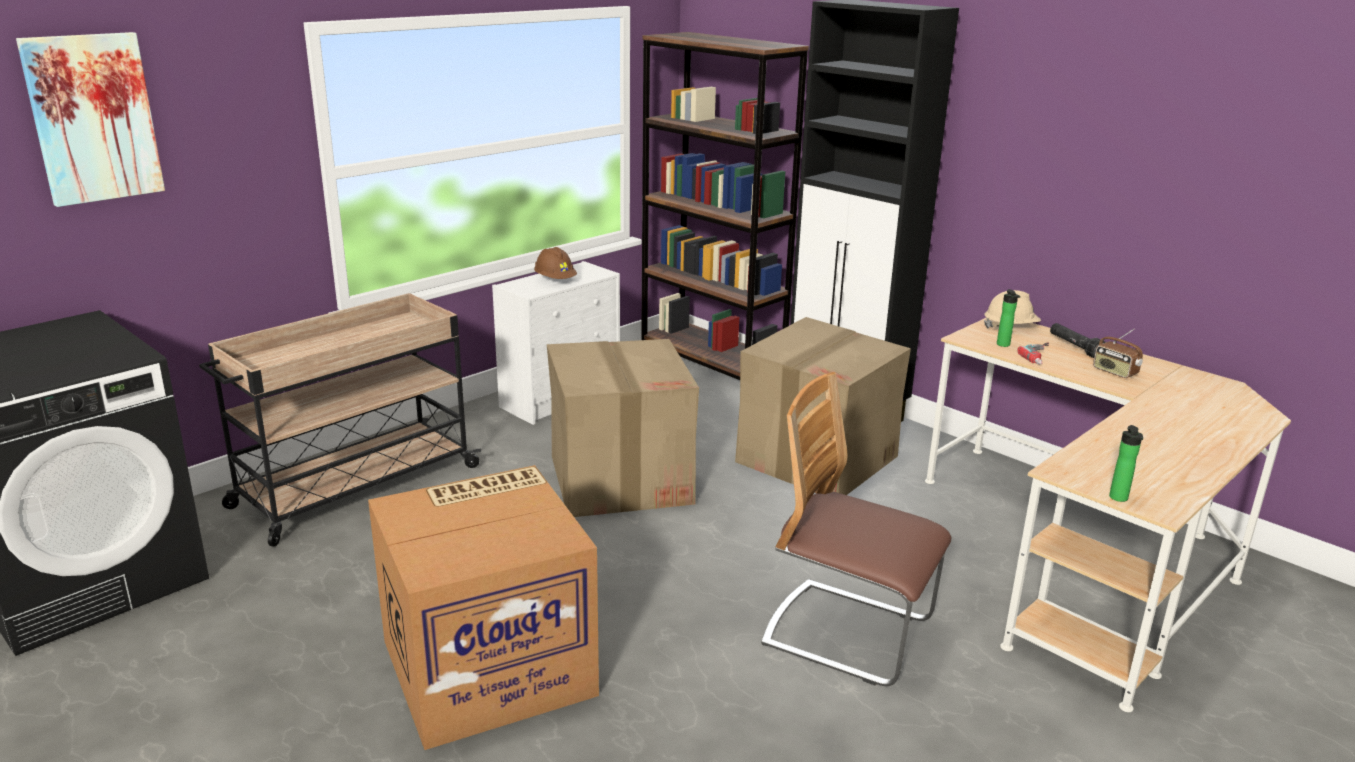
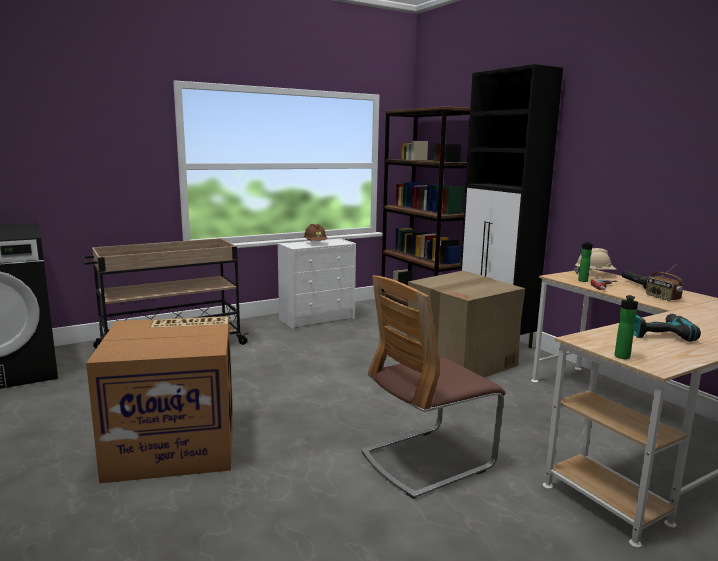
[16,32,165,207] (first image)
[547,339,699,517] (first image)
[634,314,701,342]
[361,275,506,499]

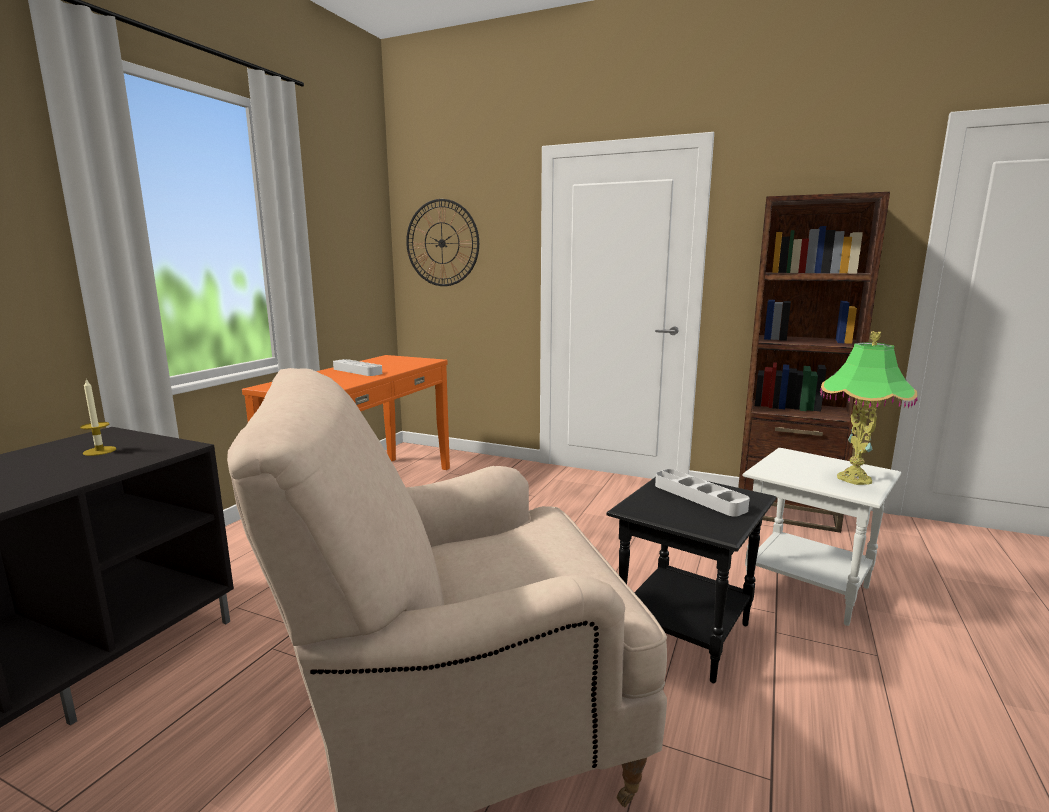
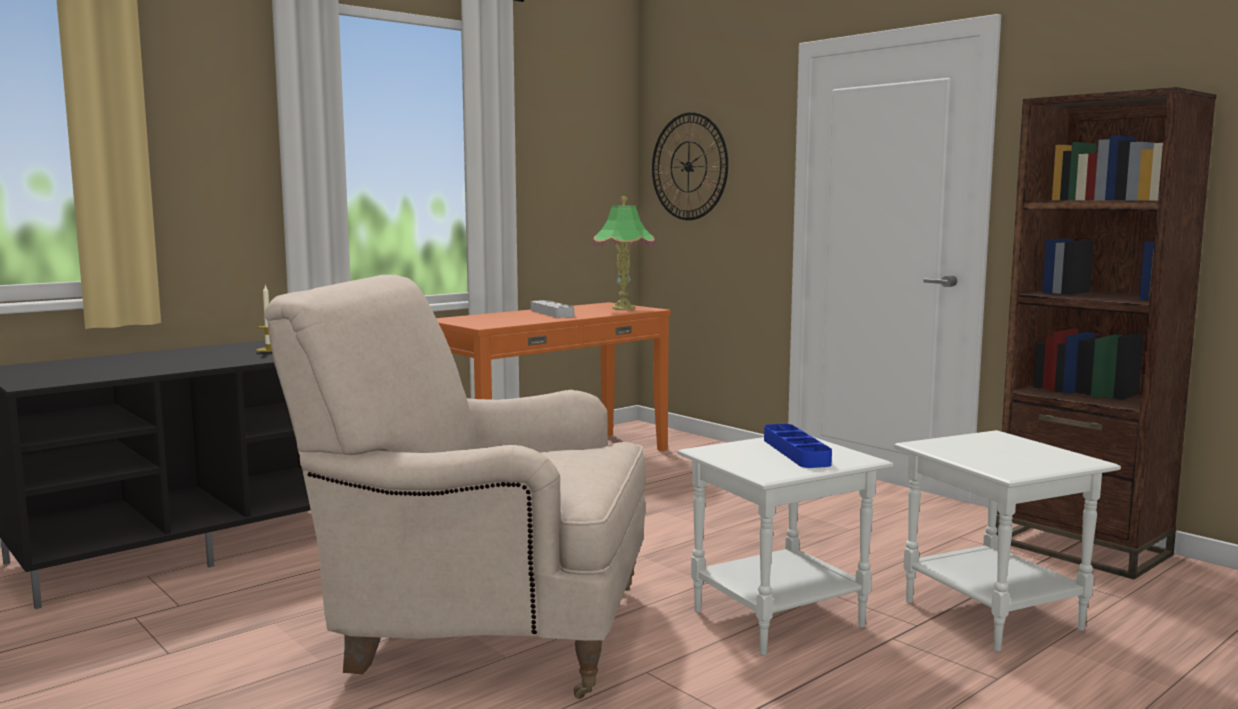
[593,196,655,310]
[677,437,893,656]
[764,424,832,468]

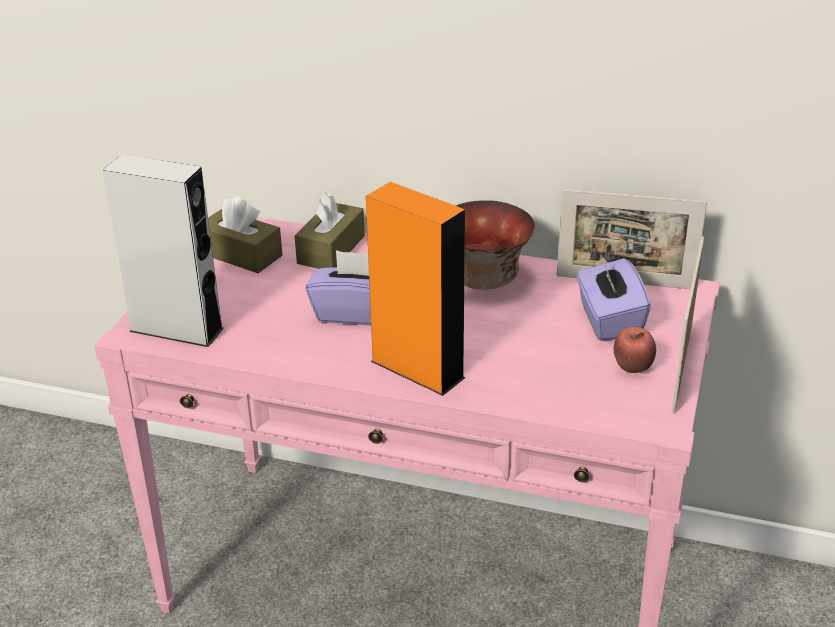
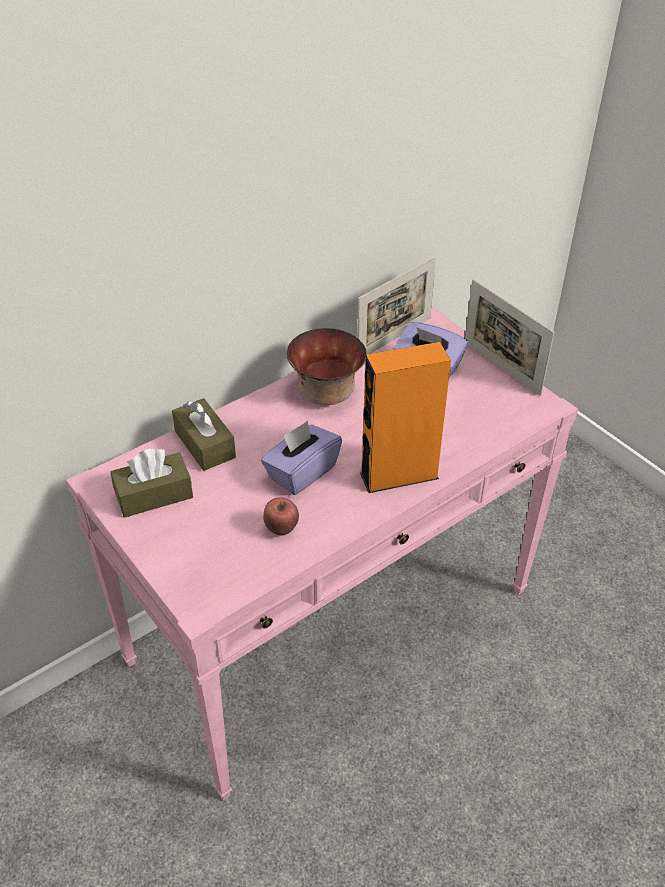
[103,154,224,347] (first image)
[263,498,299,536]

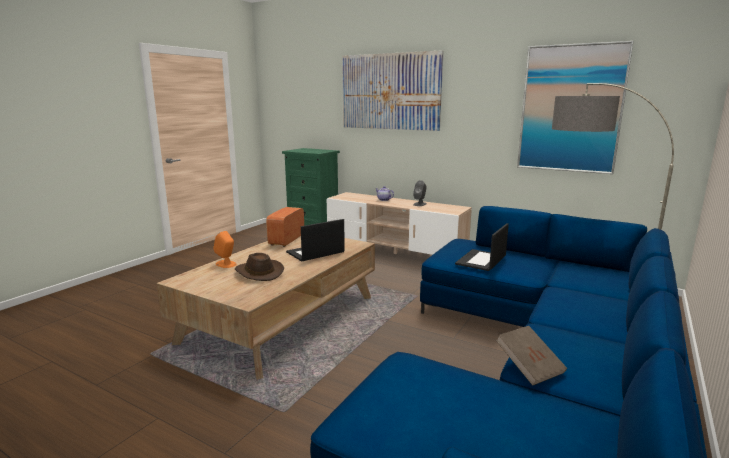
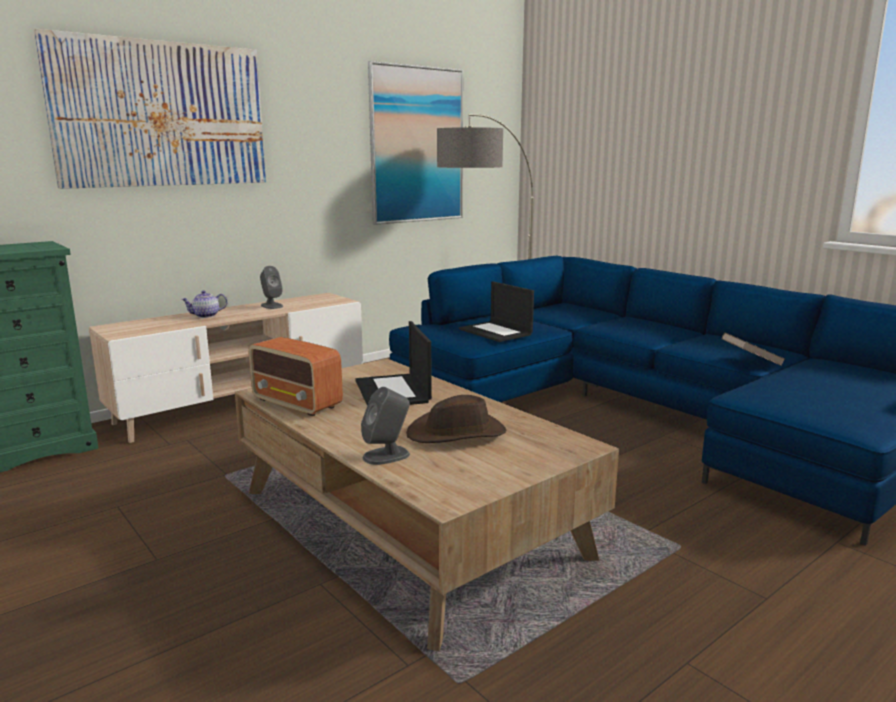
[361,387,410,465]

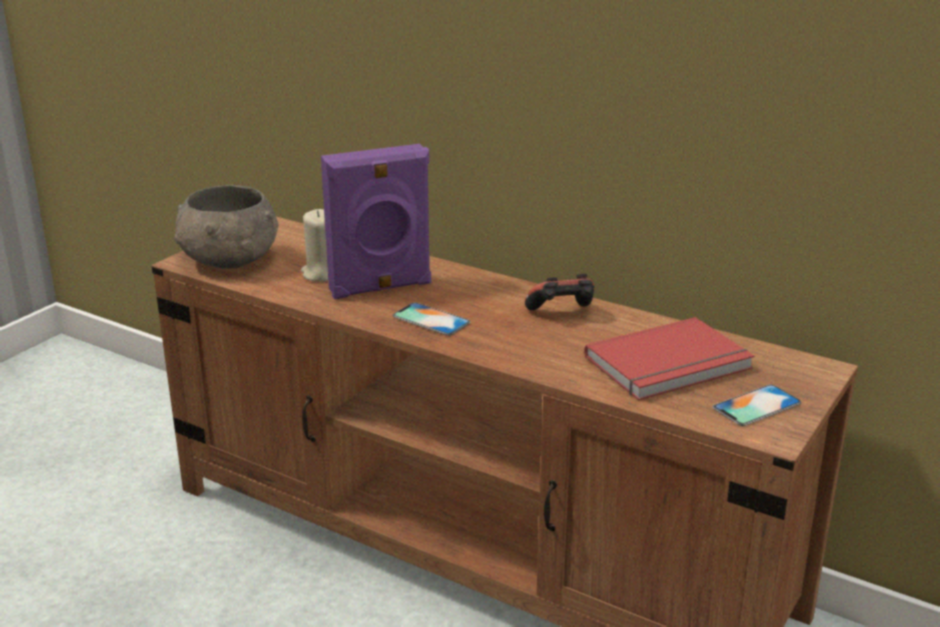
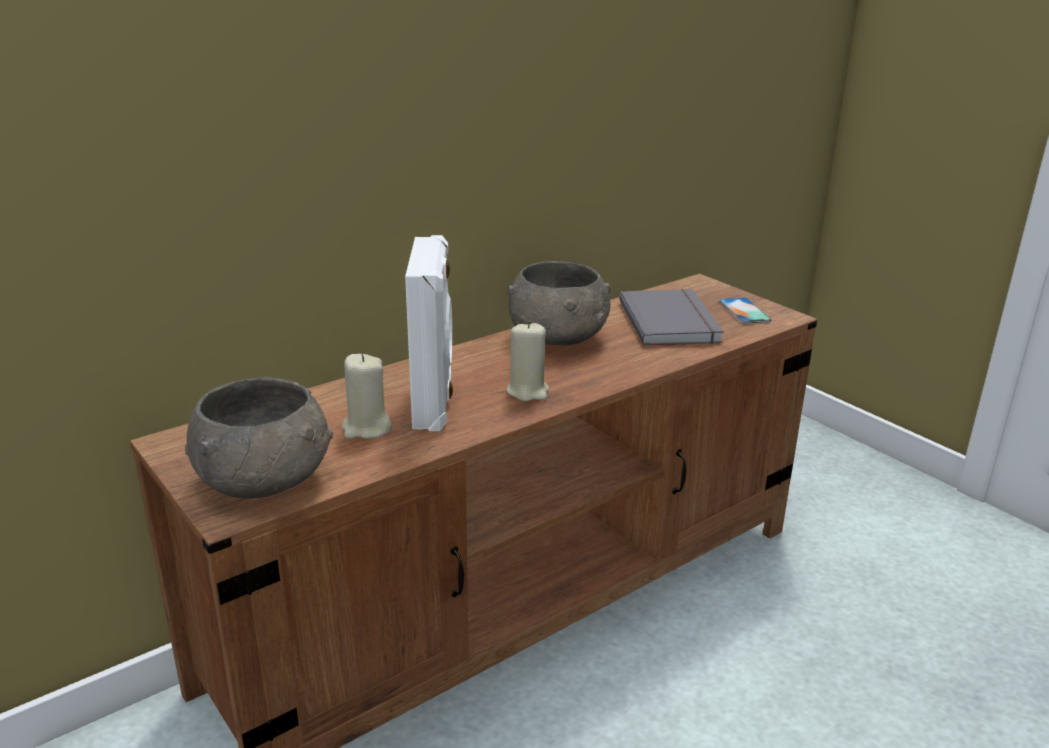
[507,321,550,401]
[507,261,611,346]
[405,235,453,431]
[619,289,724,346]

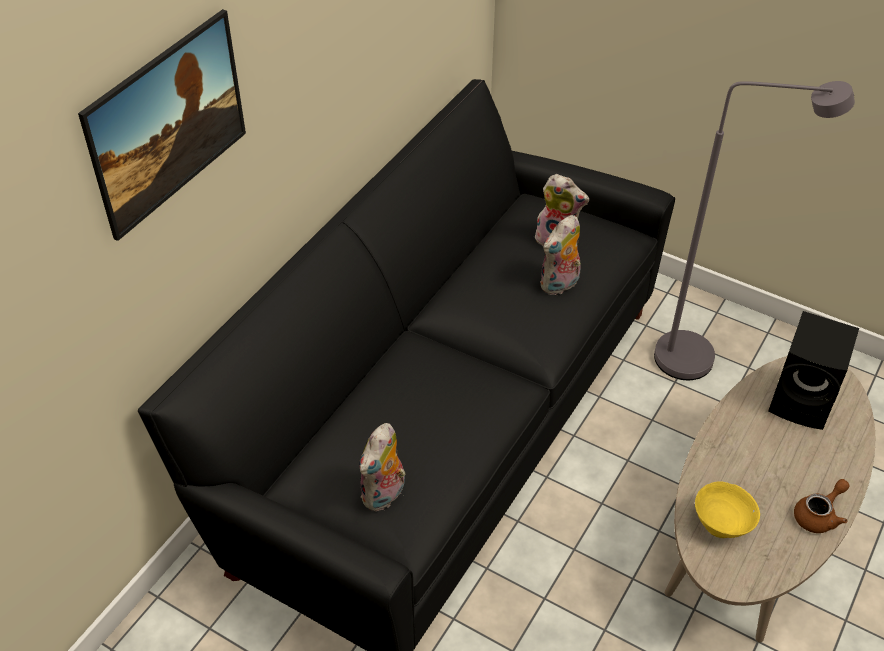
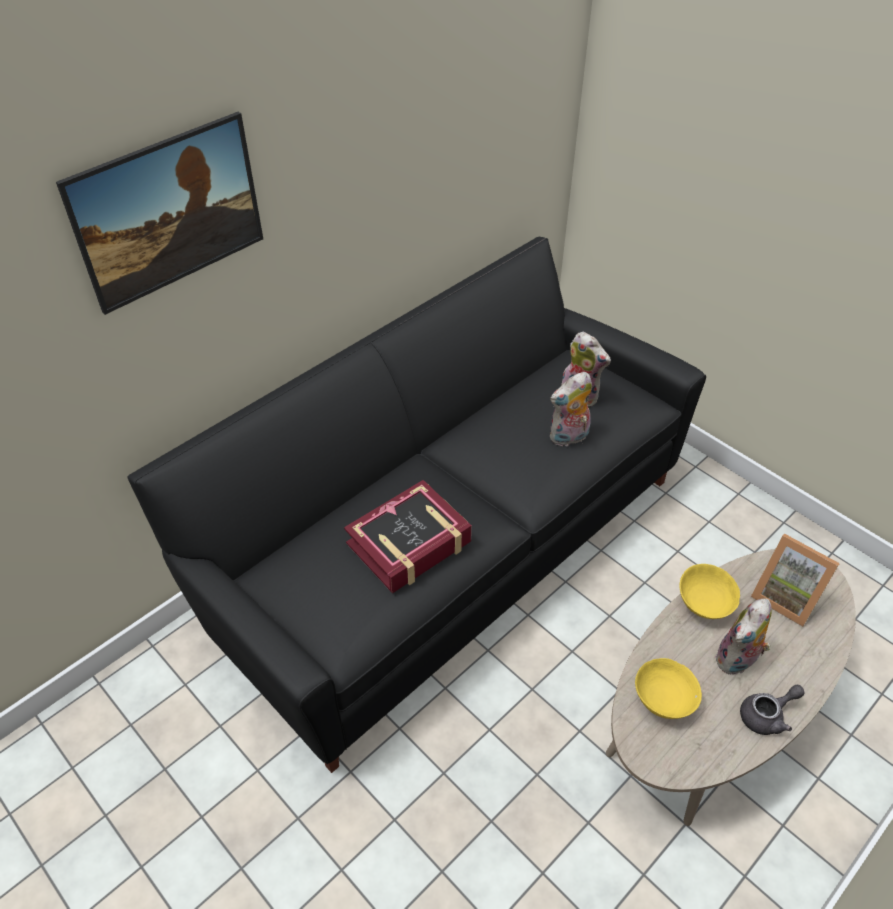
[654,81,855,380] (first image)
[344,480,472,593]
[680,564,740,619]
[715,599,772,675]
[751,534,840,627]
[740,685,804,735]

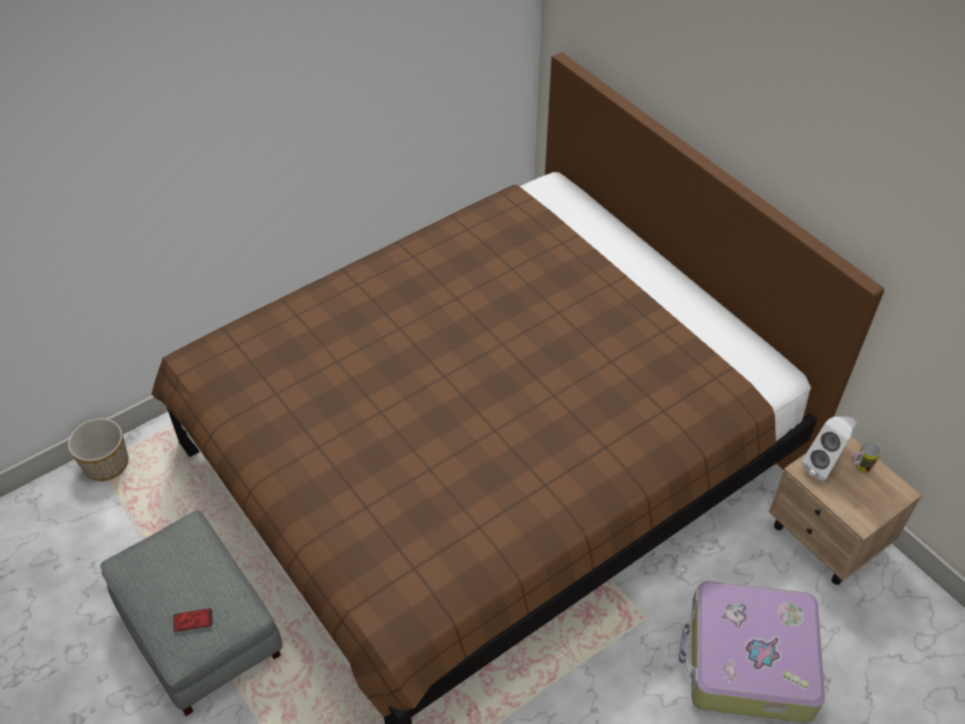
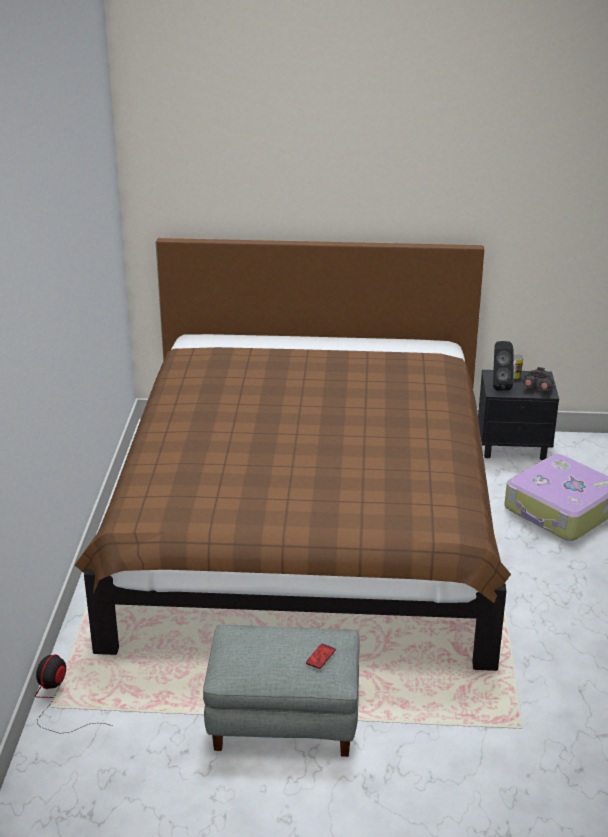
[523,367,554,391]
[35,654,112,733]
[478,370,559,460]
[493,341,514,390]

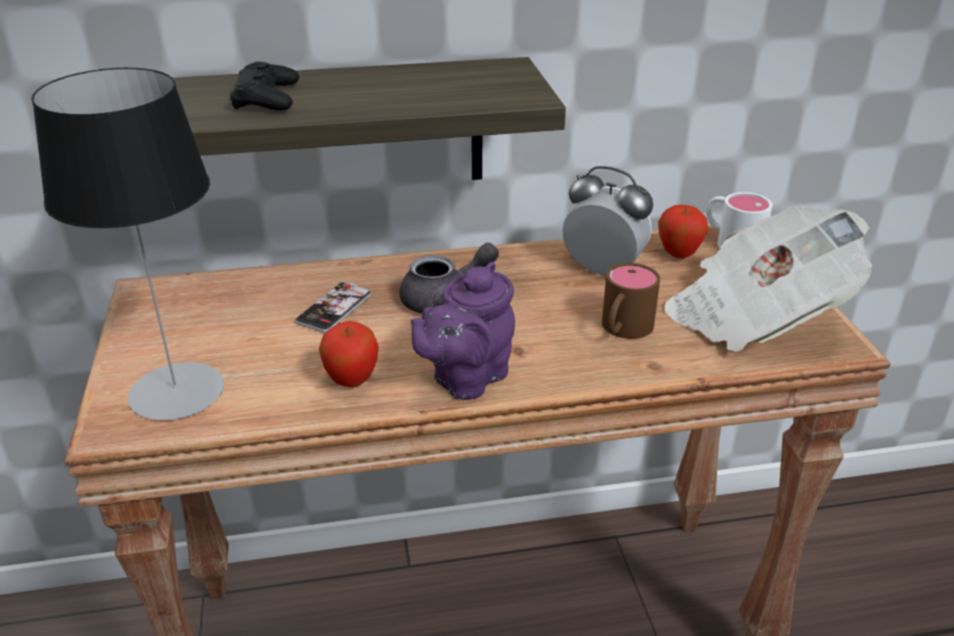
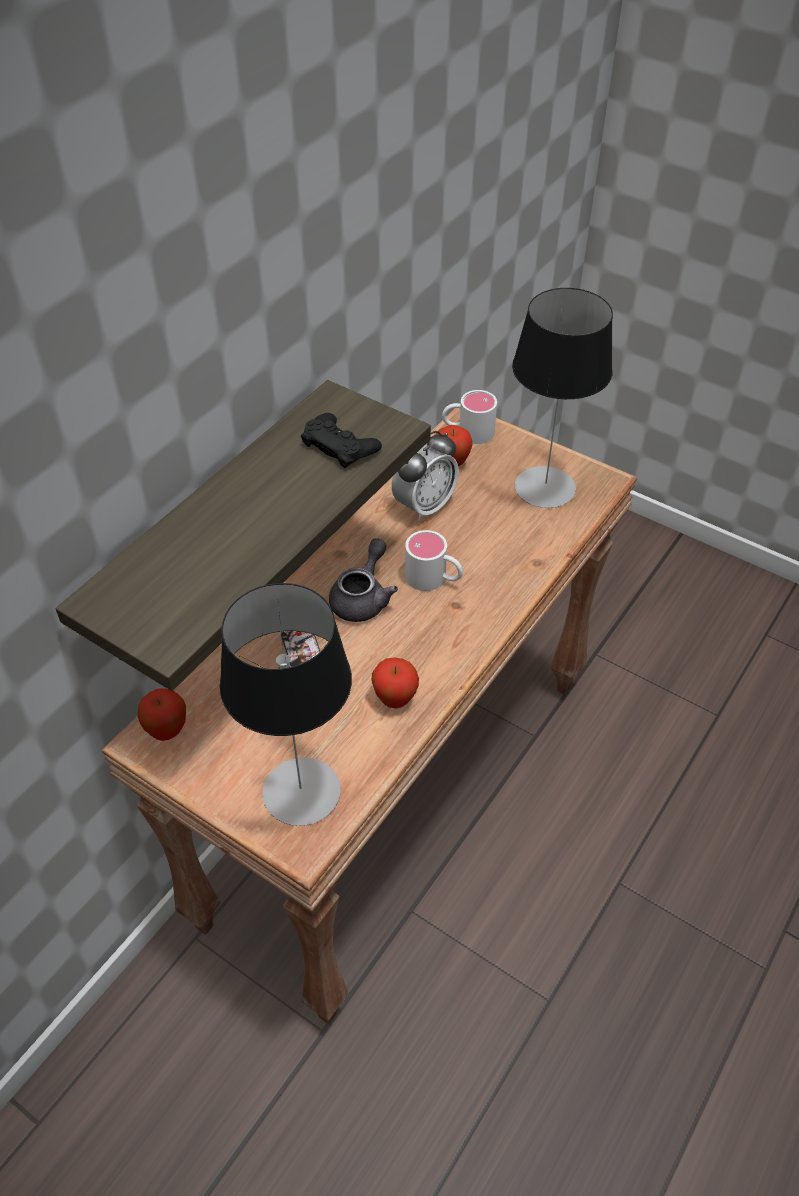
[411,262,515,400] (first image)
[602,263,660,339] (first image)
[138,688,186,741]
[405,530,463,591]
[301,413,382,468]
[512,288,613,508]
[392,431,459,522]

